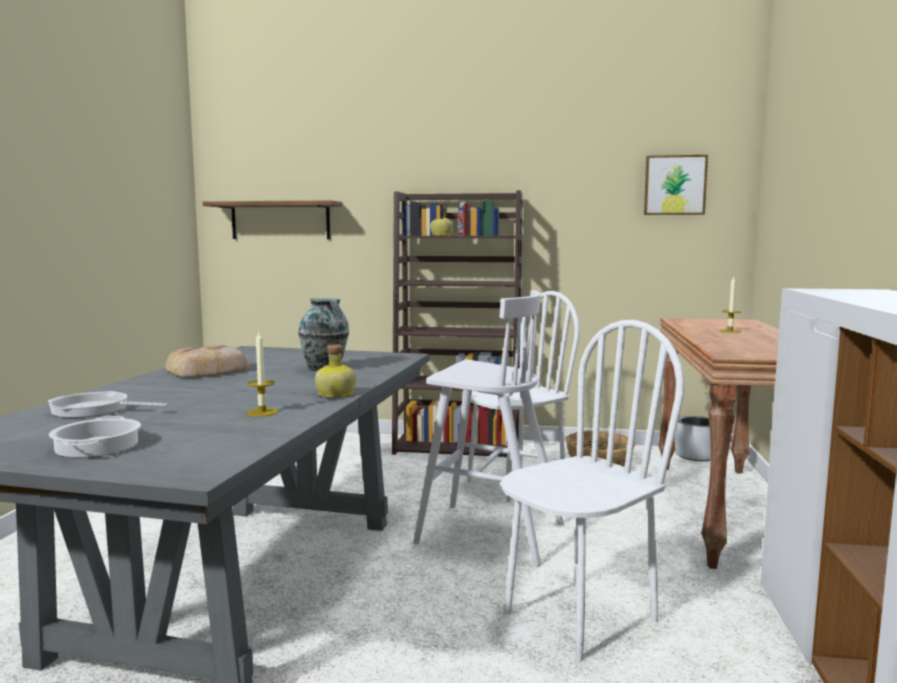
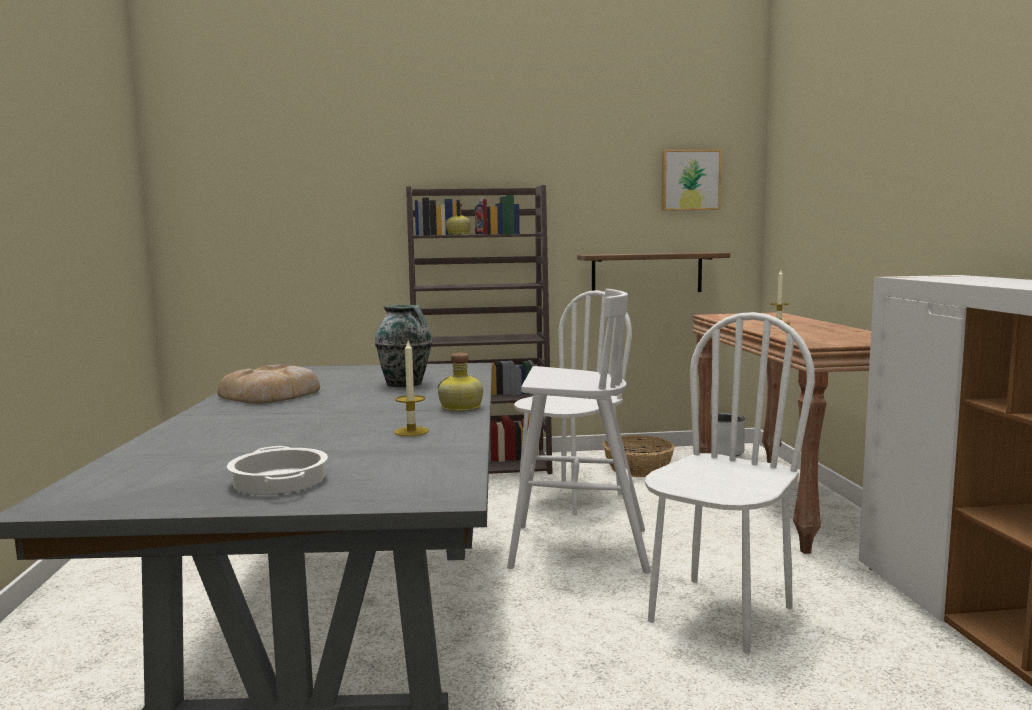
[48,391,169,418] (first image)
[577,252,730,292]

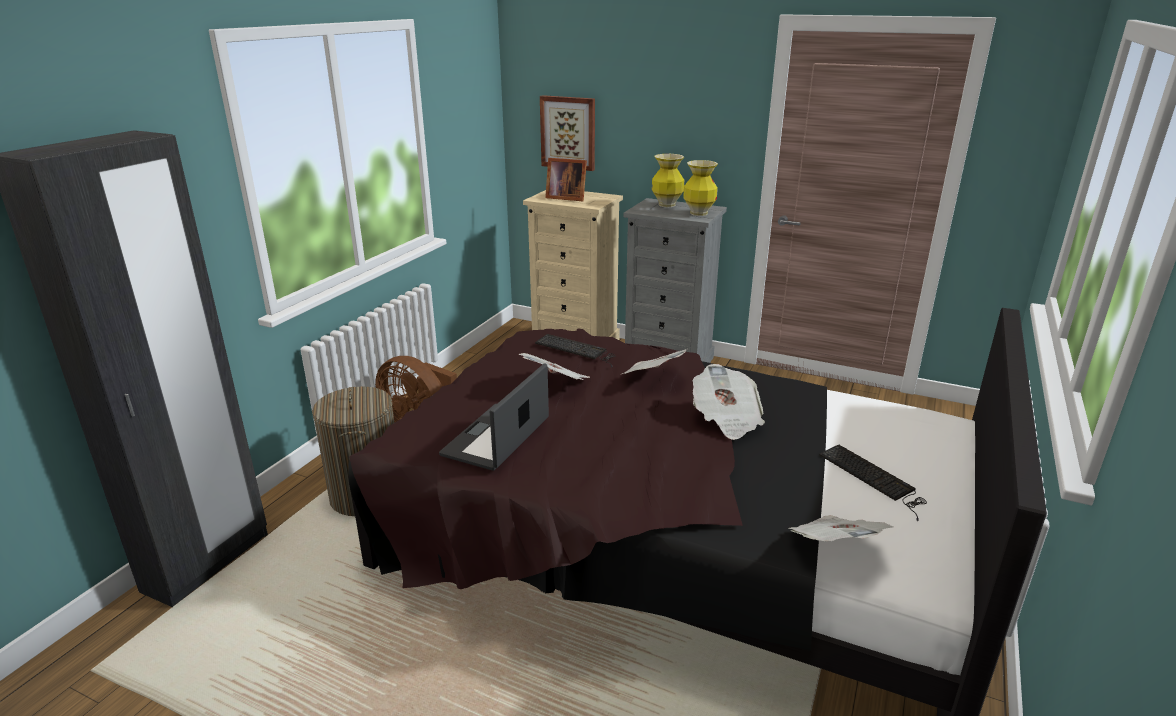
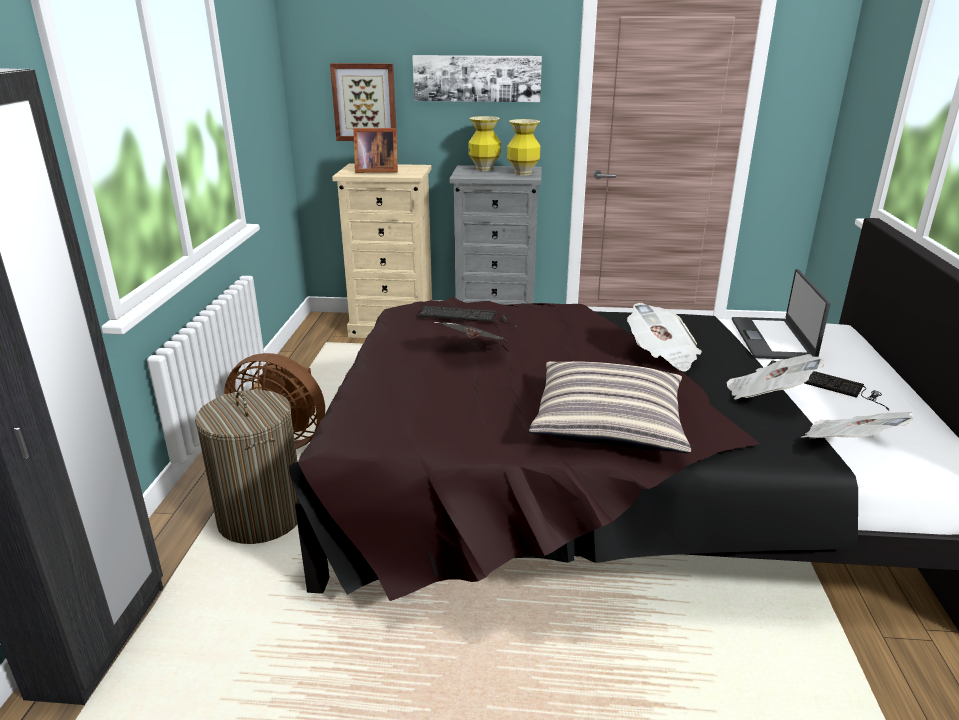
[412,55,542,102]
[529,361,691,453]
[732,269,831,359]
[726,354,824,399]

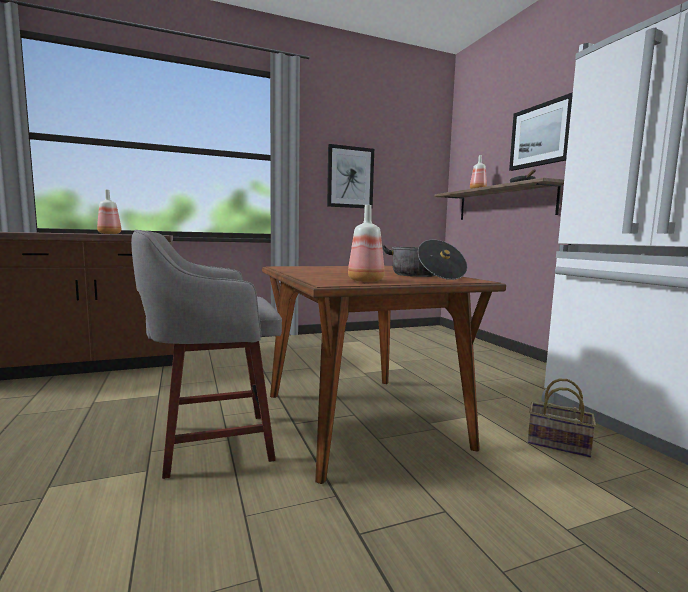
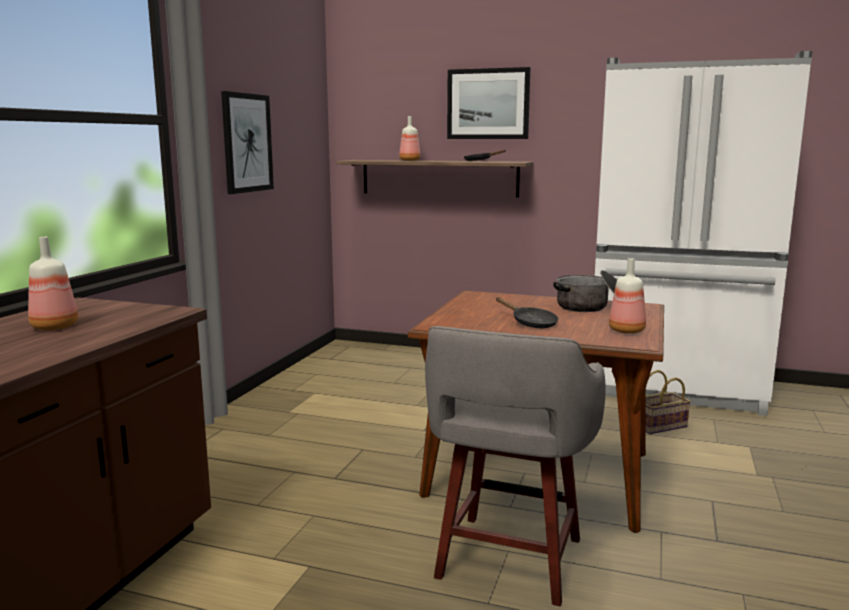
[496,297,558,328]

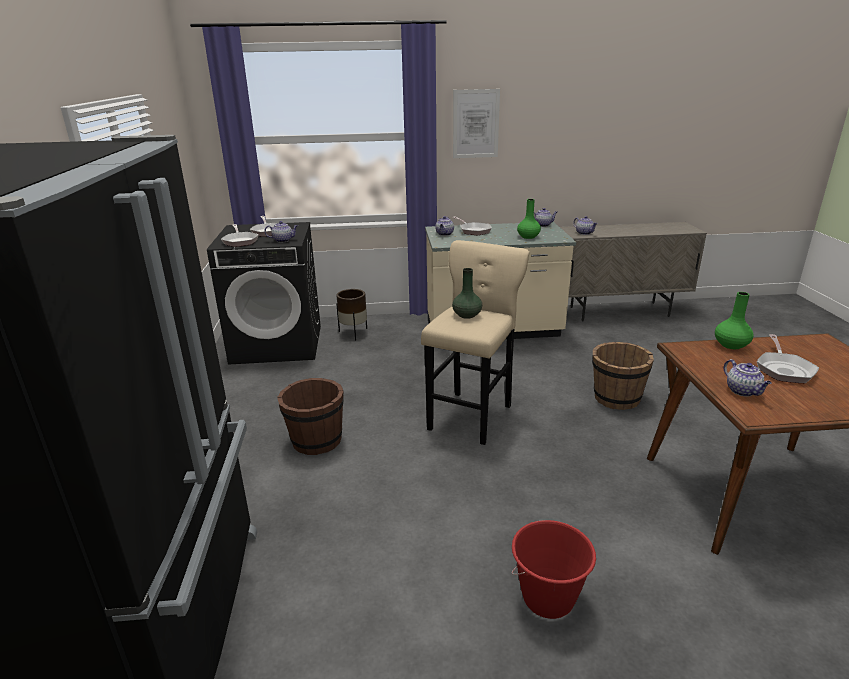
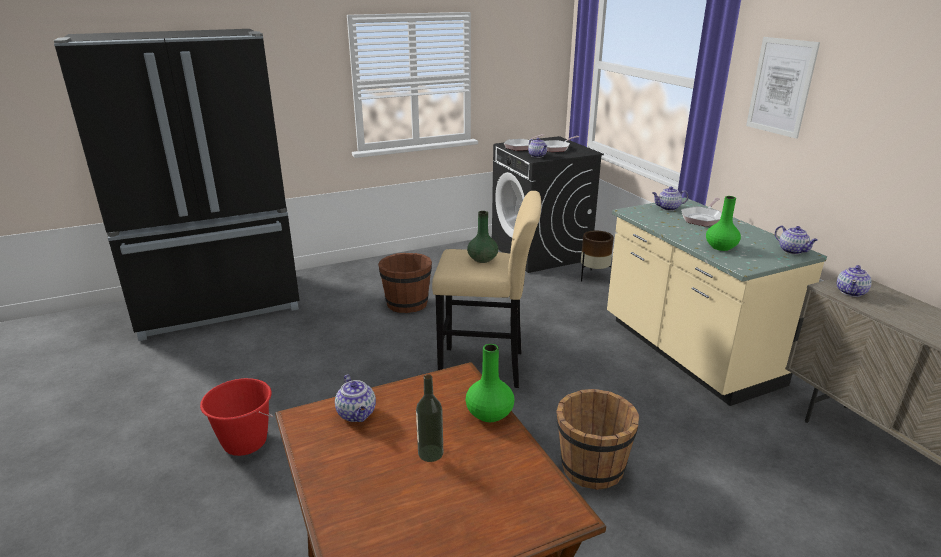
[416,374,443,462]
[335,374,376,422]

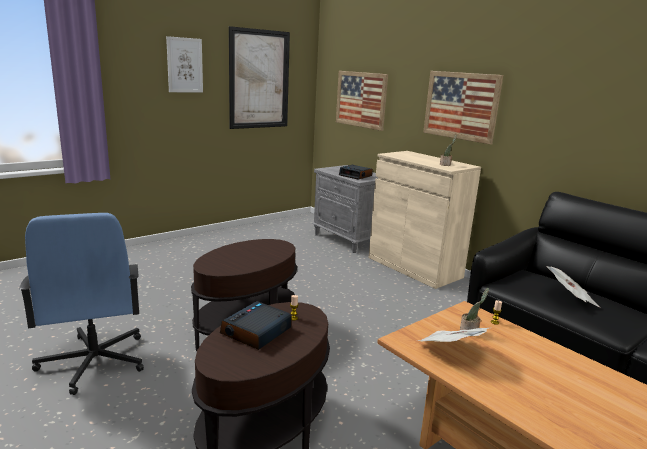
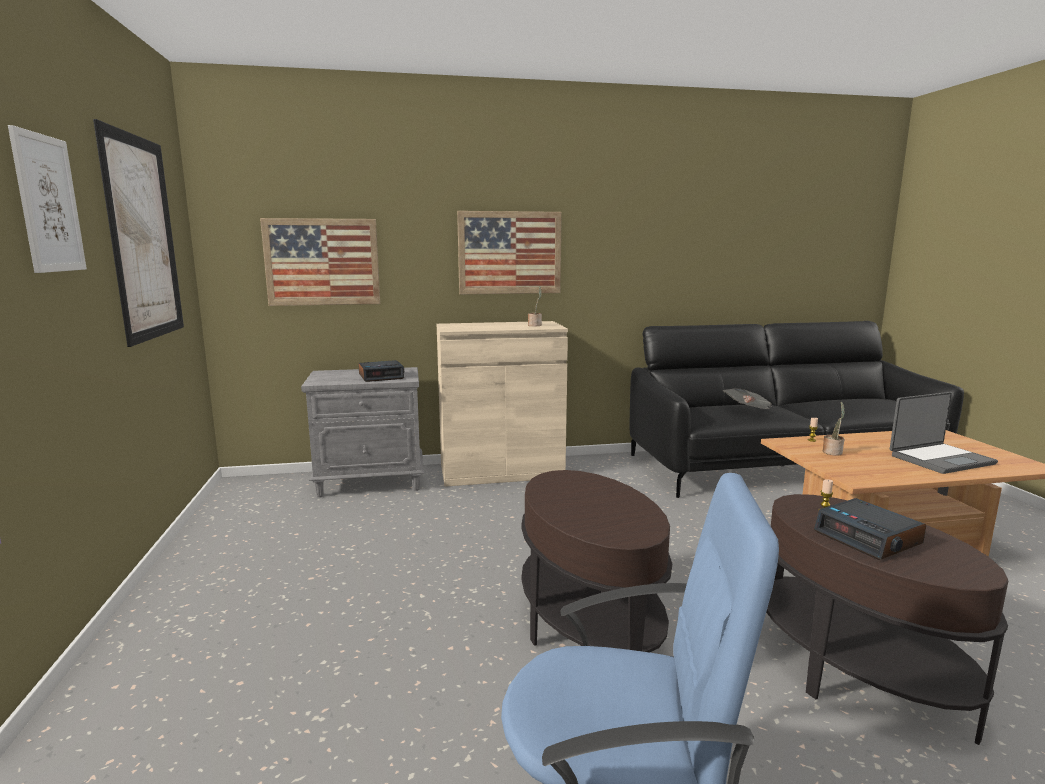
[418,328,489,342] (first image)
[890,392,998,474]

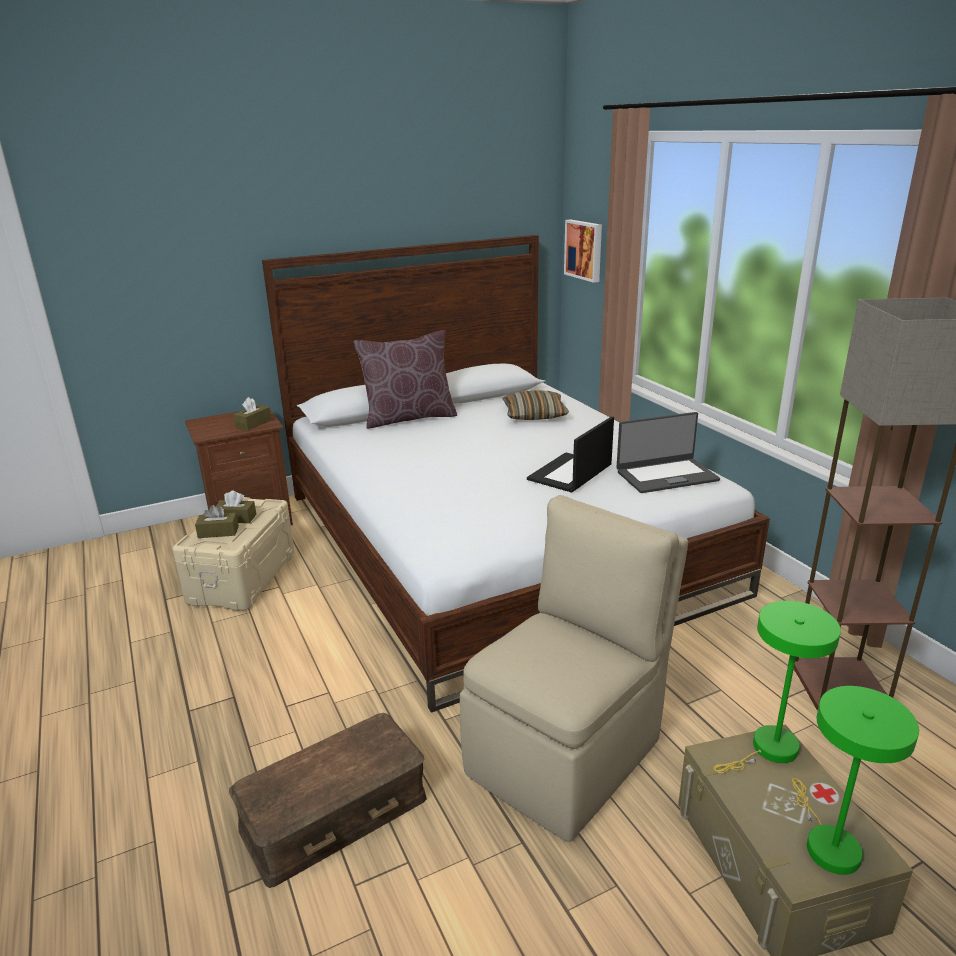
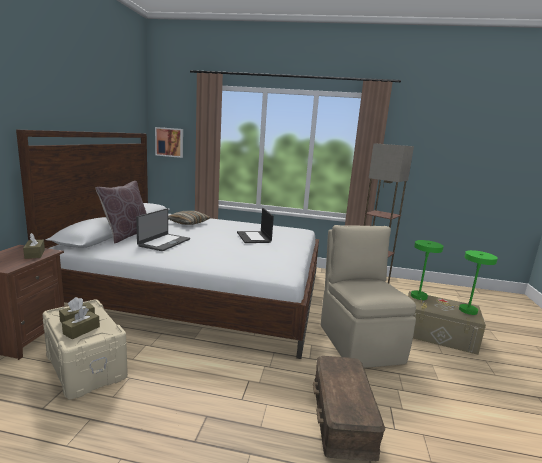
[136,208,190,251]

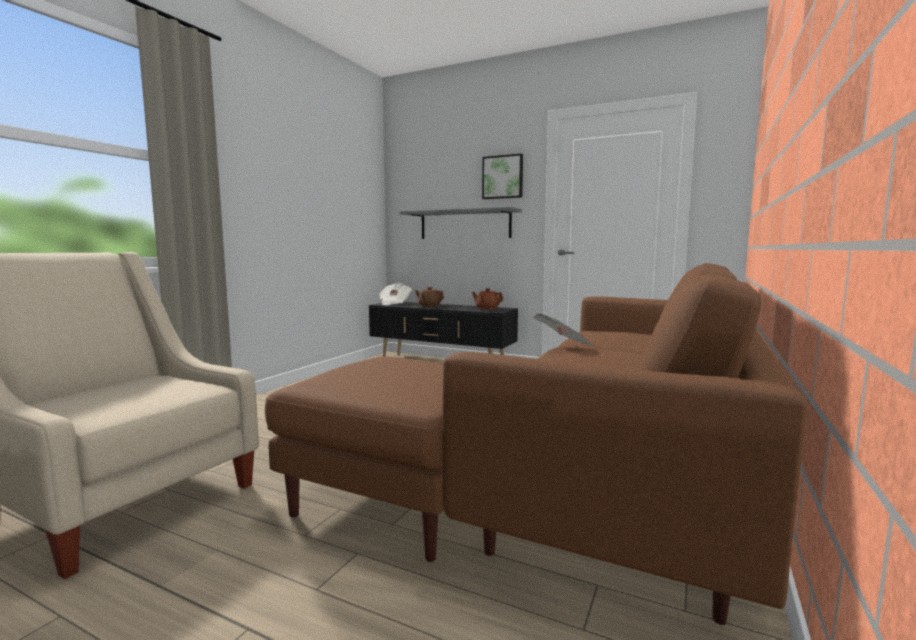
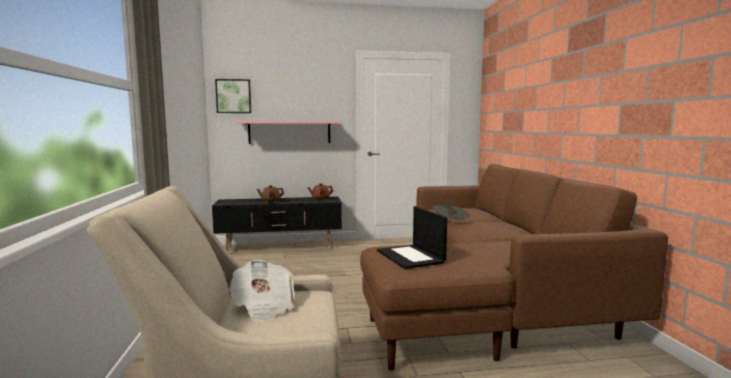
[377,206,447,269]
[228,260,295,322]
[215,79,251,113]
[236,121,340,144]

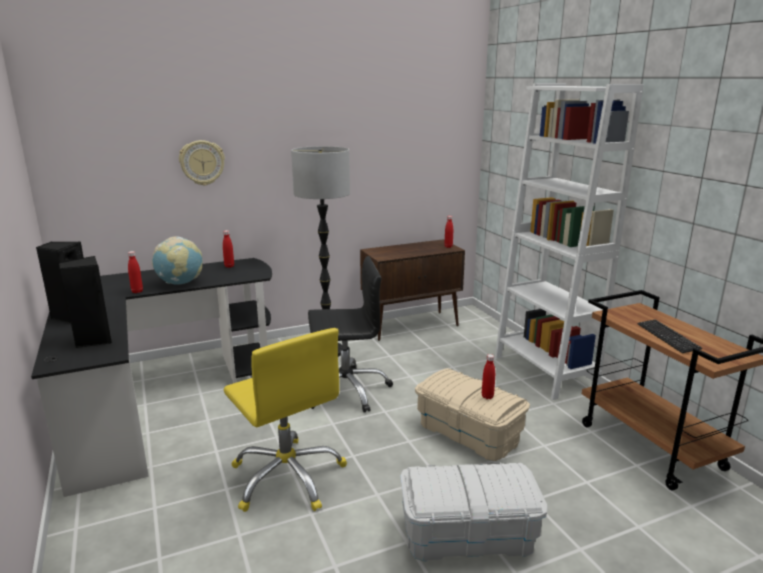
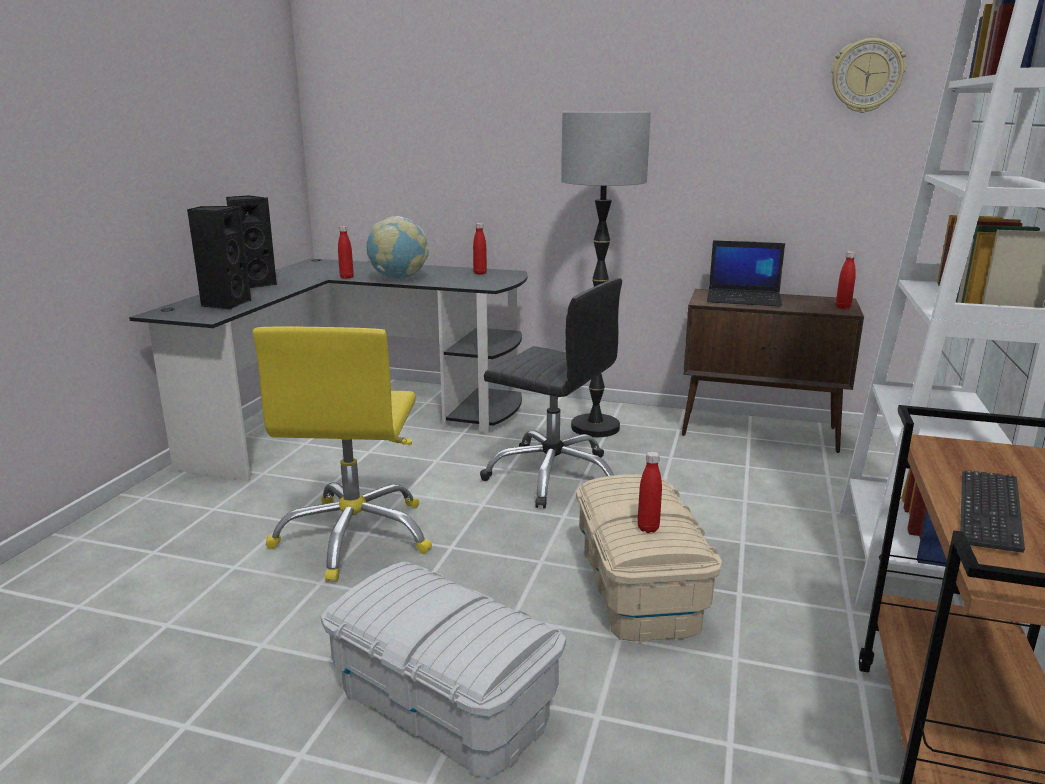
[707,240,785,306]
[831,38,906,113]

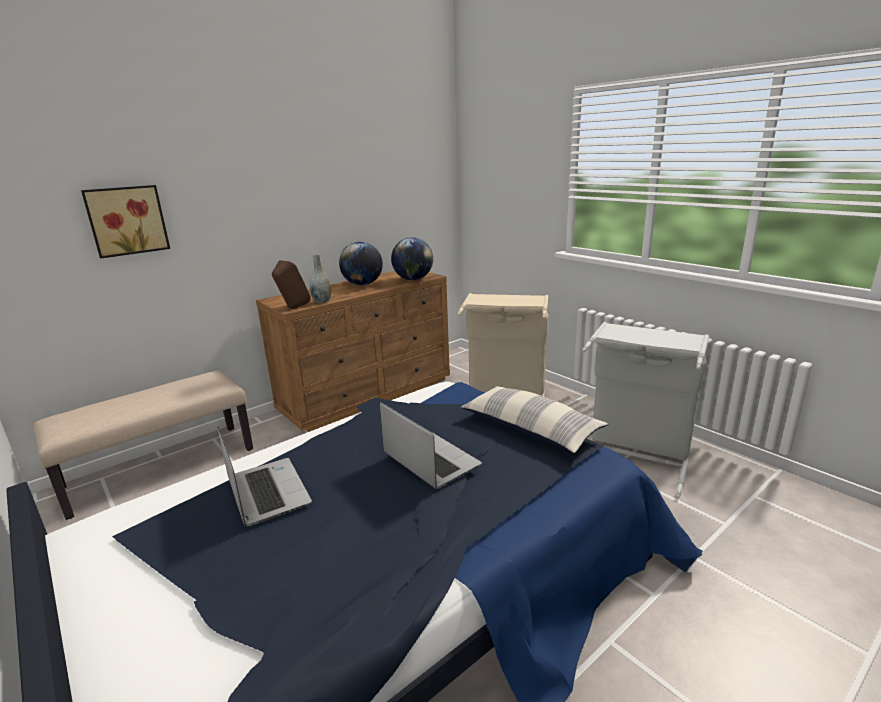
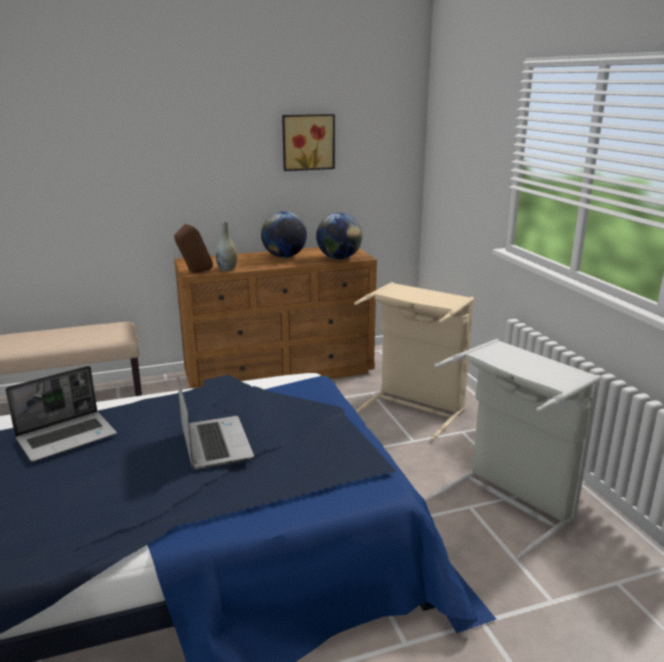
[461,386,608,453] (first image)
[282,114,335,171]
[5,366,117,462]

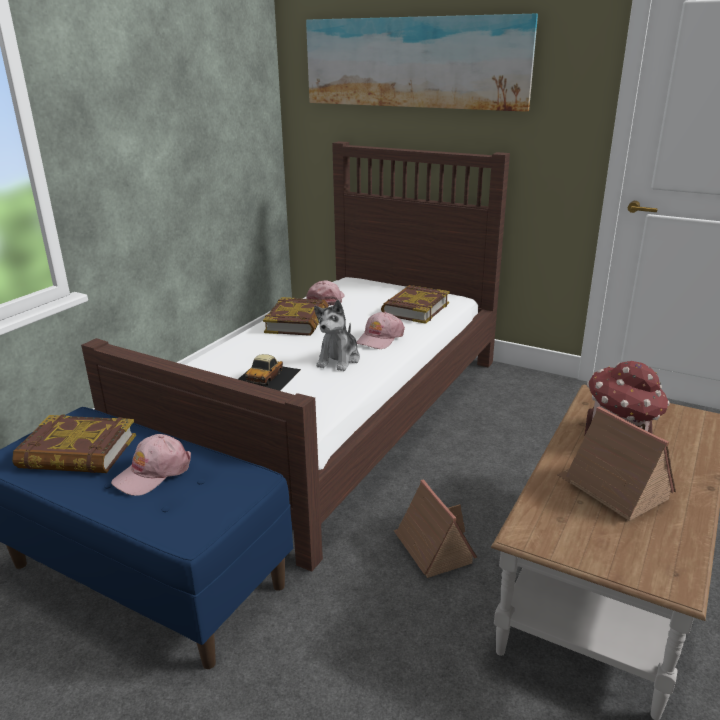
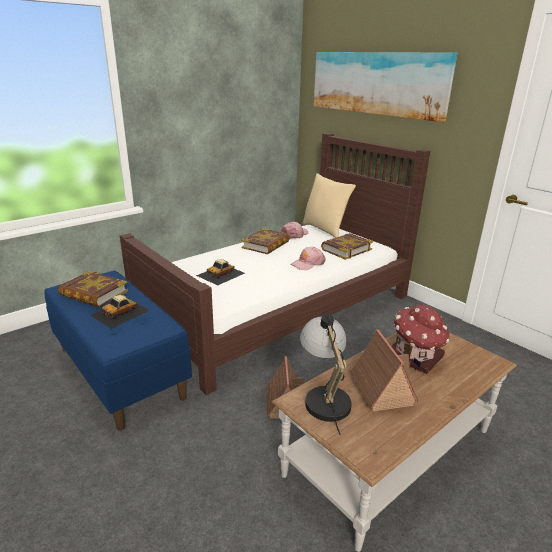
[314,300,360,371] (first image)
[300,314,352,435]
[302,173,356,238]
[90,295,150,329]

